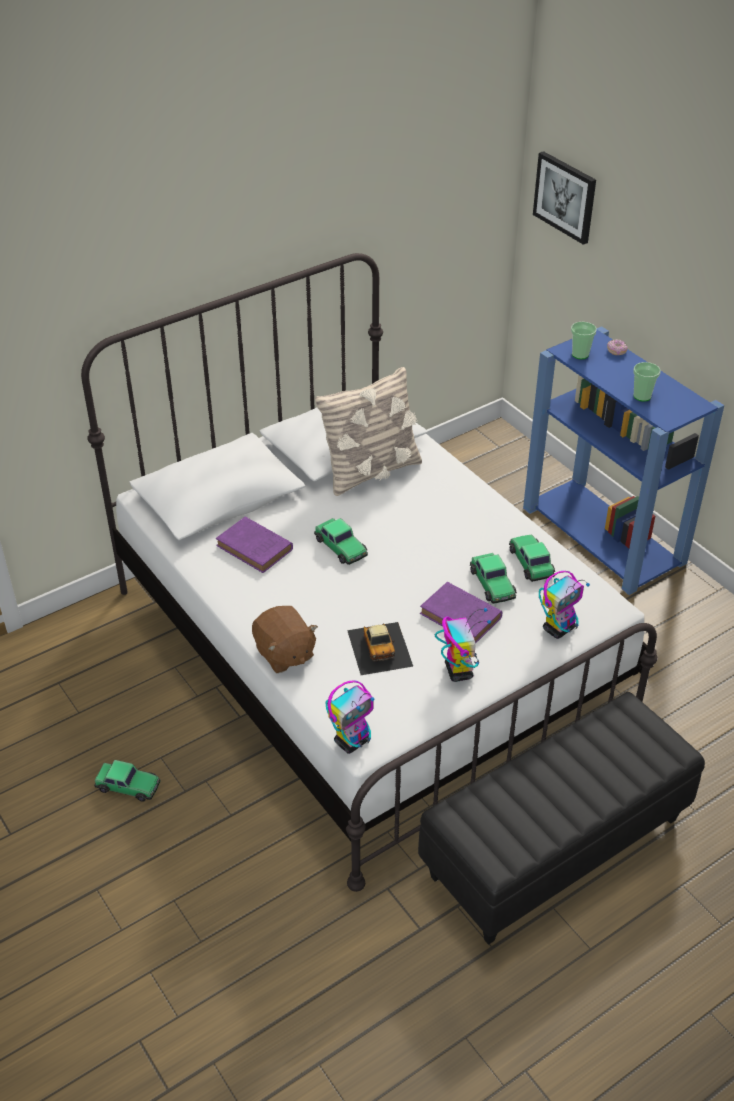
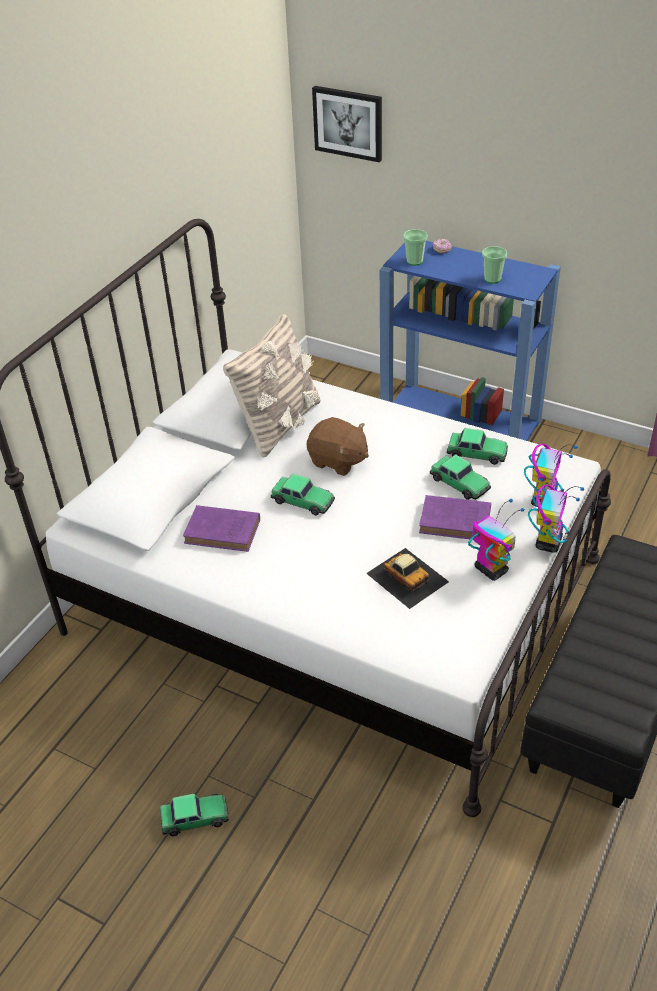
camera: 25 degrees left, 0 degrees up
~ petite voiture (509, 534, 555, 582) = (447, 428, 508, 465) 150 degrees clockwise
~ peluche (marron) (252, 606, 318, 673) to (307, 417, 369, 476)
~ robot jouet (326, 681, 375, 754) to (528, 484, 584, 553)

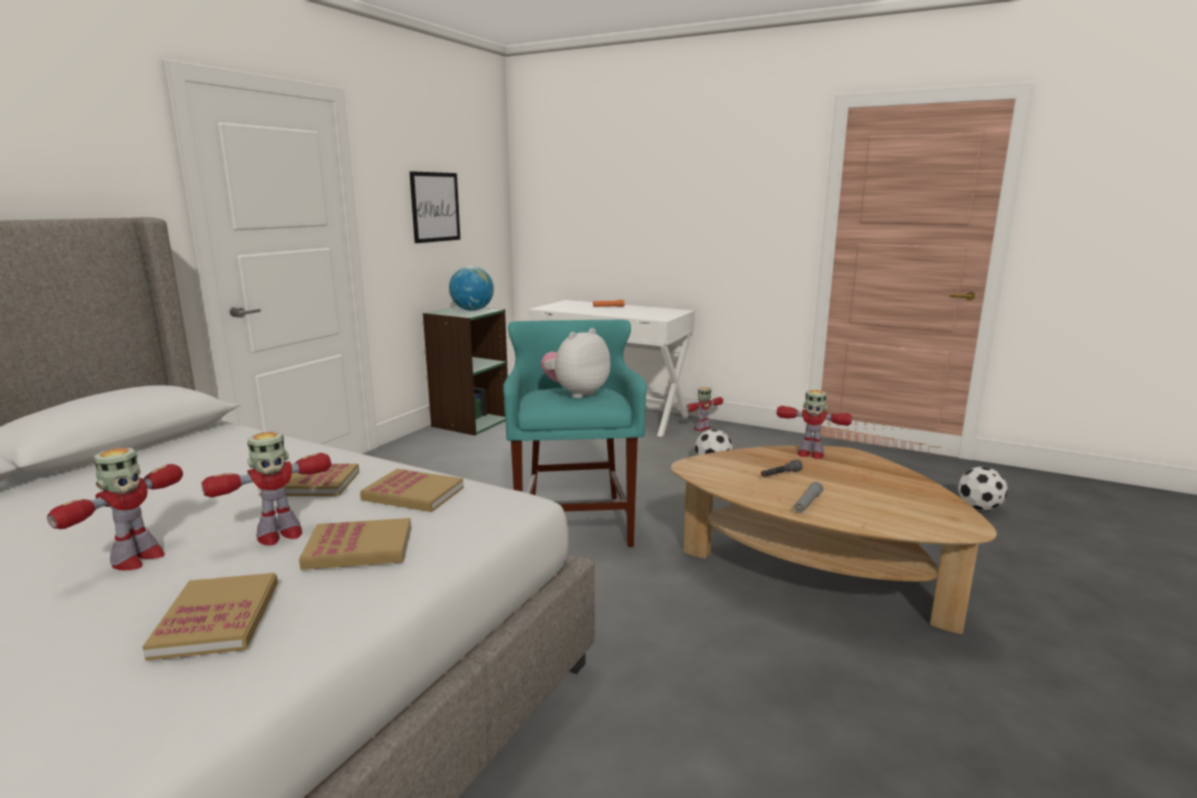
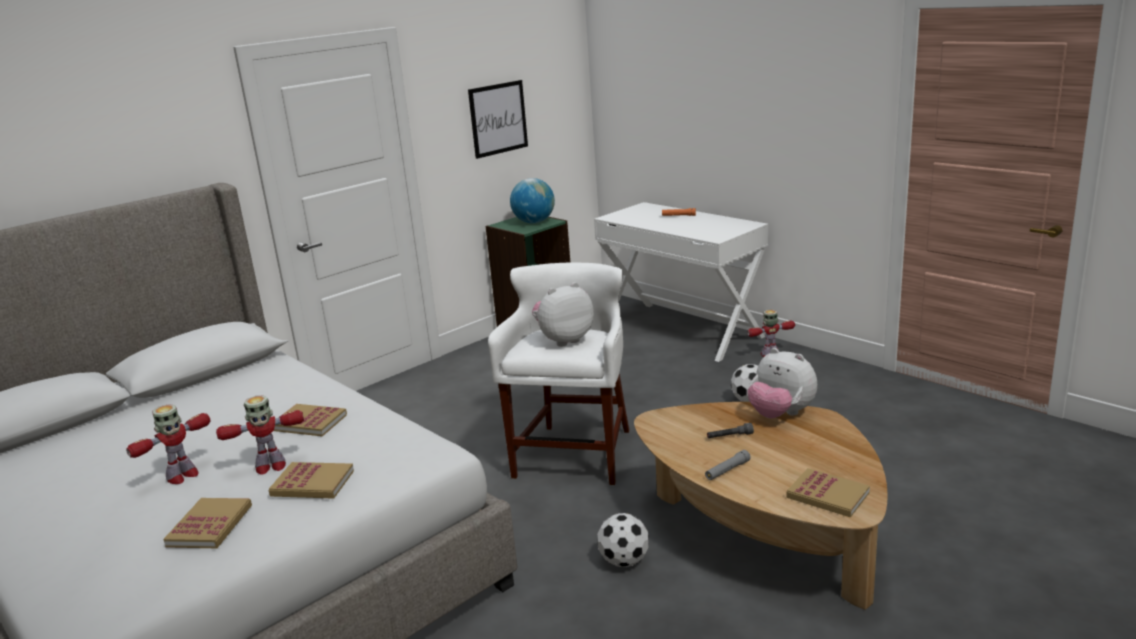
camera: 20 degrees right, 5 degrees up
~ tabouret (turquoise) (503, 320, 647, 547) to tabouret (blanc) (488, 263, 630, 485)
~ robot jouet (777, 390, 852, 459) to peluche (748, 348, 817, 419)
~ ballon de foot (958, 467, 1008, 510) to (597, 513, 649, 567)
~ livre (360, 469, 464, 512) to (786, 468, 870, 517)

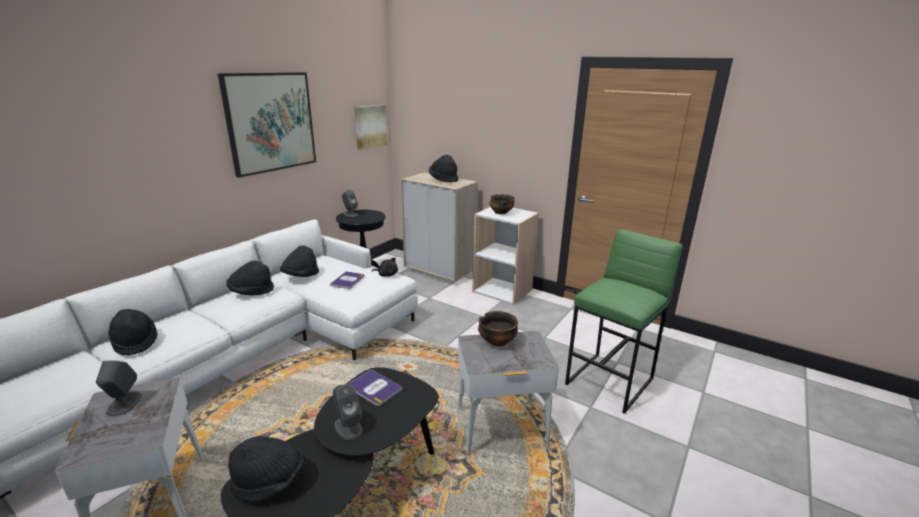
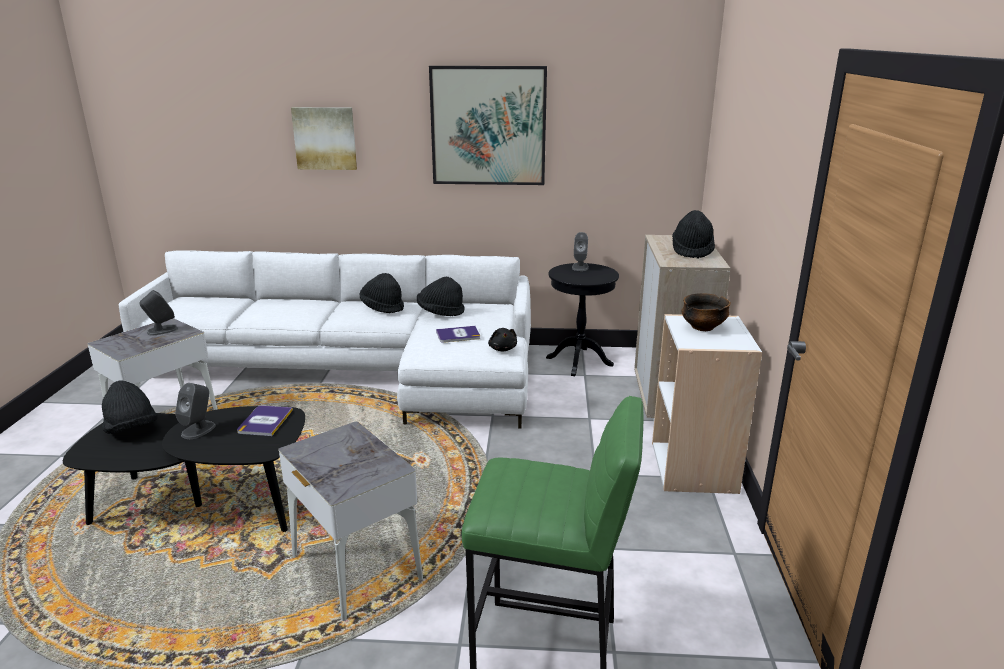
camera: 60 degrees right, 0 degrees up
~ tableau (354, 105, 387, 150) to (291, 107, 357, 170)
- chapeau (noir) (108, 309, 158, 355)
- bol (478, 311, 518, 346)

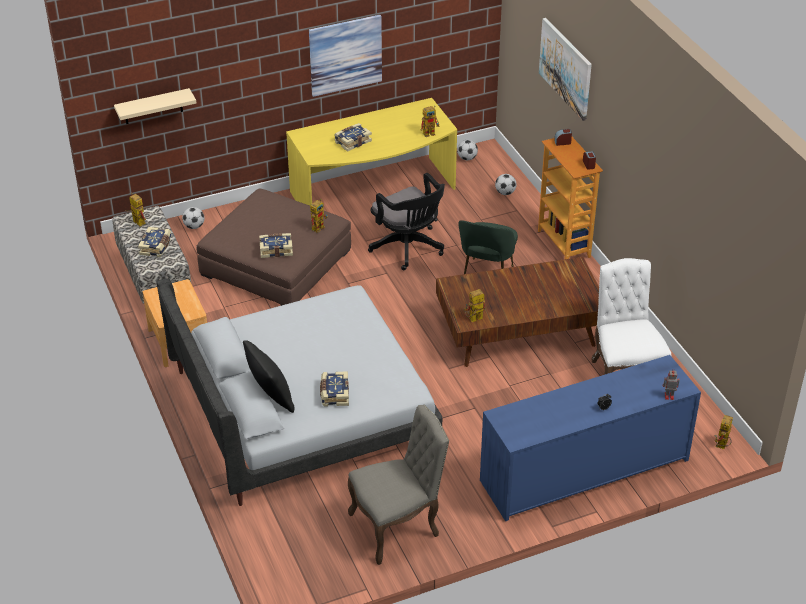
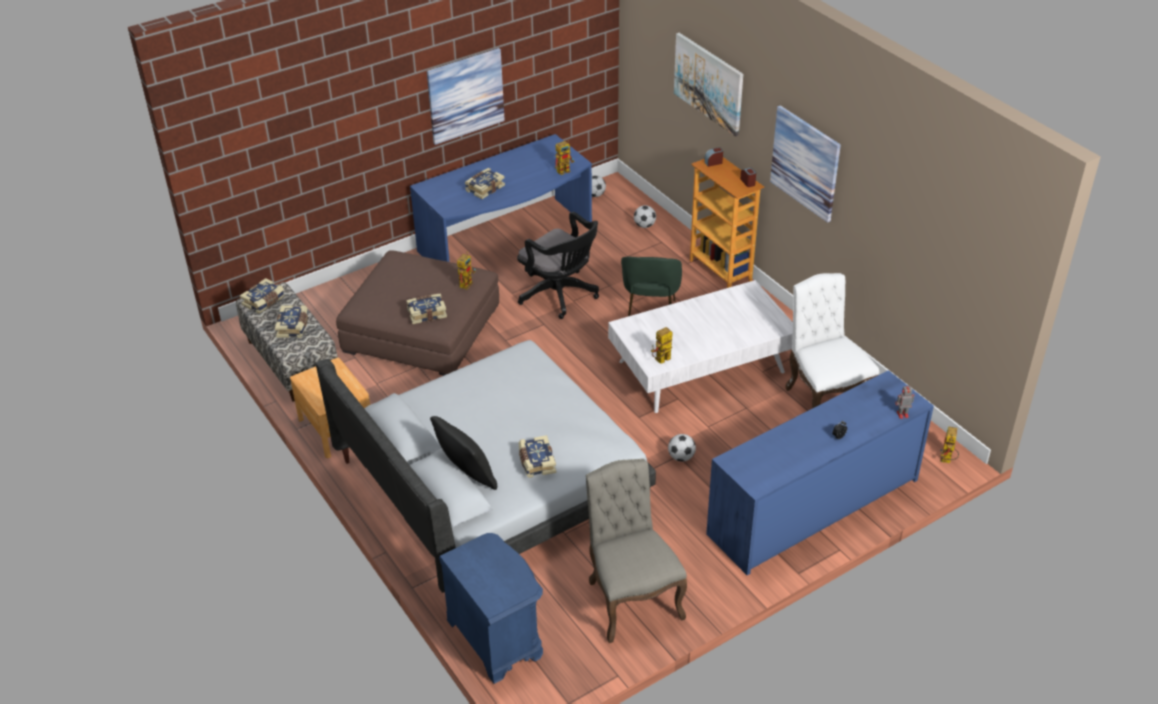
camera: 10 degrees left, 0 degrees up
- étagère (beige) (114, 88, 196, 124)
~ bureau (jaune) (286, 98, 457, 205) to bureau (bleu) (410, 134, 592, 262)
~ robot jouet (125, 193, 146, 226) to livre (240, 278, 285, 314)
~ ballon de foot (182, 207, 204, 229) to (668, 434, 696, 462)
~ table basse (marron) (436, 257, 599, 367) to table basse (blanc) (608, 280, 793, 413)
~ chaise (gris) (348, 405, 449, 565) = (586, 459, 687, 643) 75 degrees counterclockwise
+ tableau (770, 105, 841, 223)
+ table de chevet (bleu) (439, 533, 543, 684)

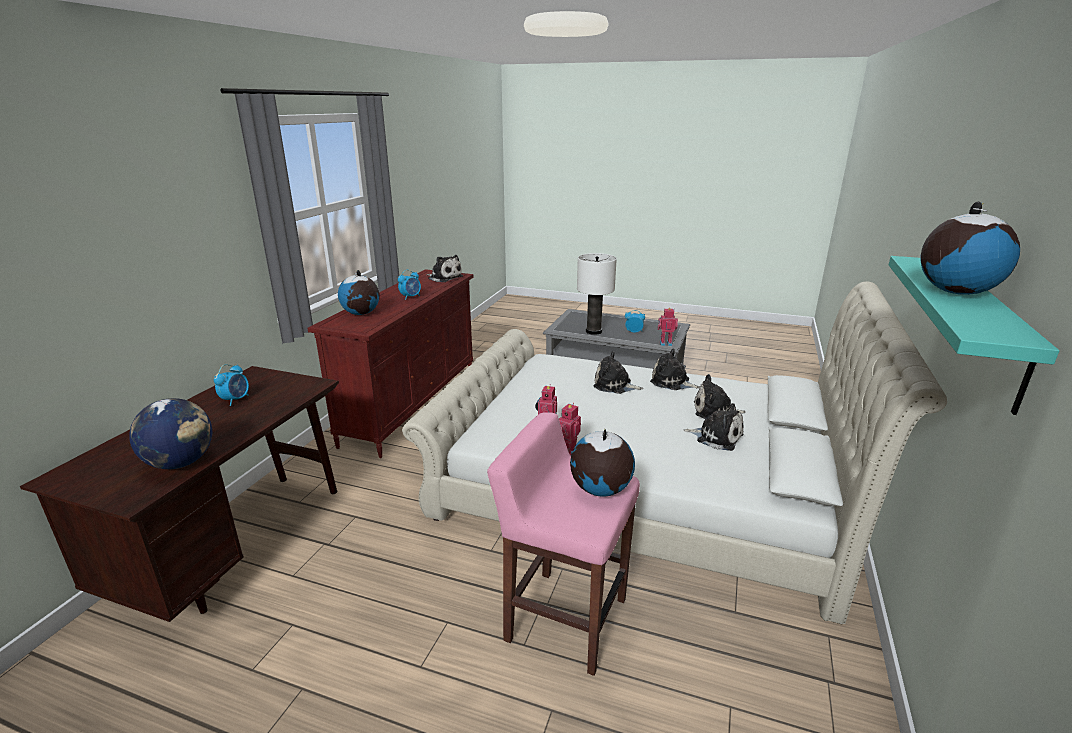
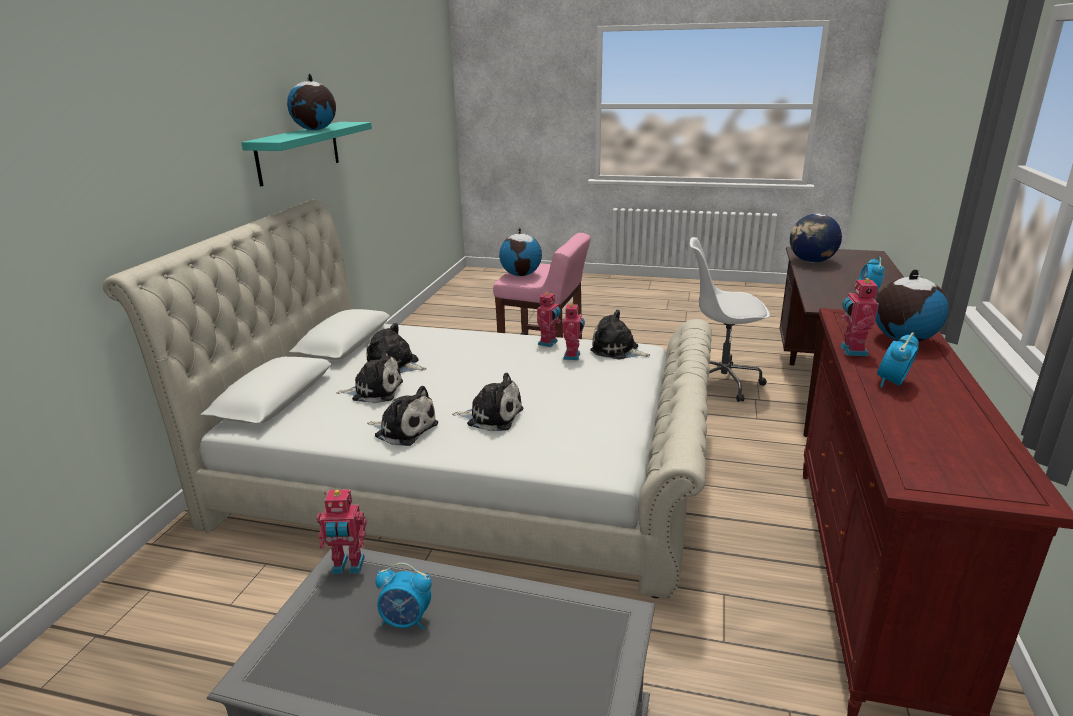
camera: 175 degrees right, 0 degrees up
- lampe de table (blanc) (577, 253, 617, 335)
~ peluche (427, 255, 463, 282) to (590, 310, 650, 360)
+ chaise de bureau (blanc) (690, 237, 770, 402)
+ robot jouet (840, 277, 878, 356)

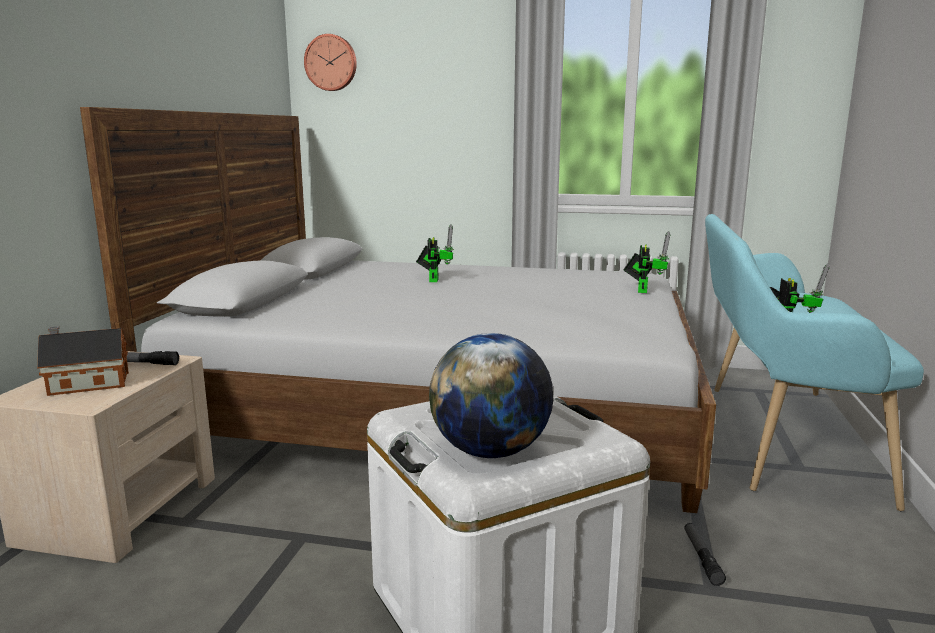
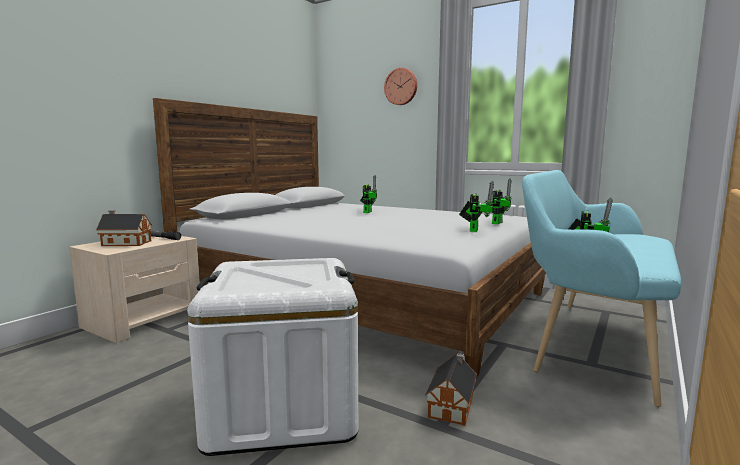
camera: 20 degrees right, 5 degrees down
~ horloge murale (304, 34, 357, 91) to (384, 68, 417, 105)
- globe (429, 333, 554, 458)
~ lampe de poche (684, 523, 726, 586) to maison miniature (425, 353, 477, 426)
+ robot jouet (459, 181, 494, 232)

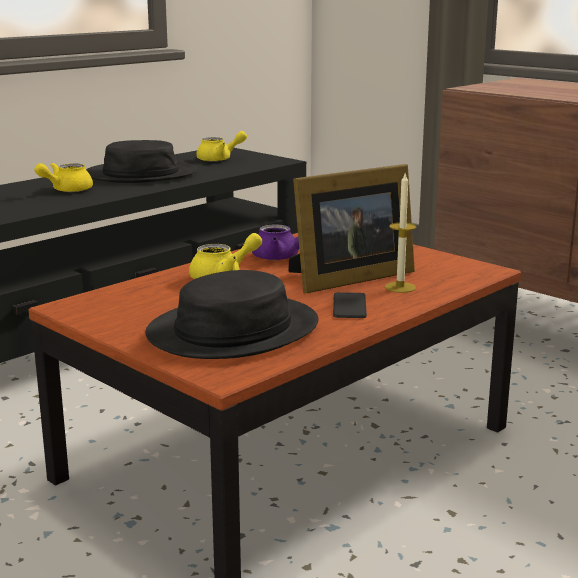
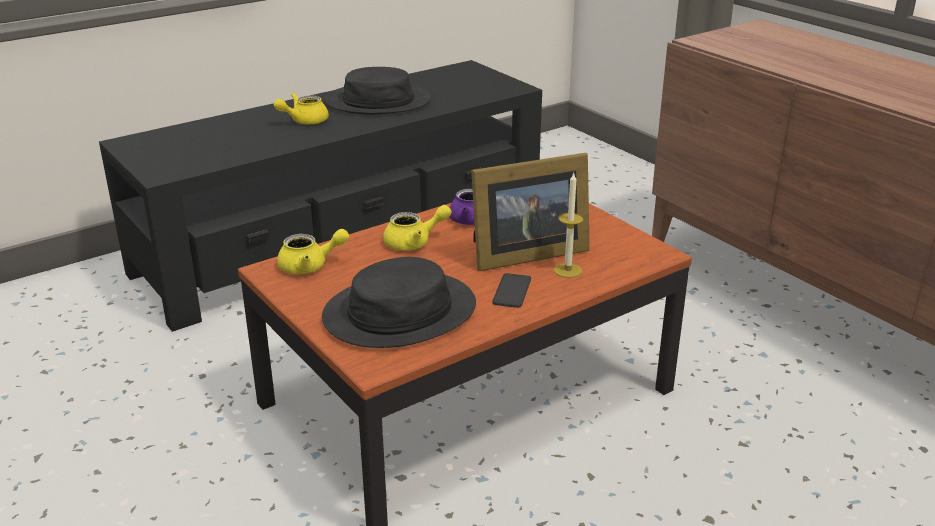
camera: 10 degrees right, 10 degrees up
~ théière (jaune) (196, 131, 247, 162) to (277, 229, 349, 274)

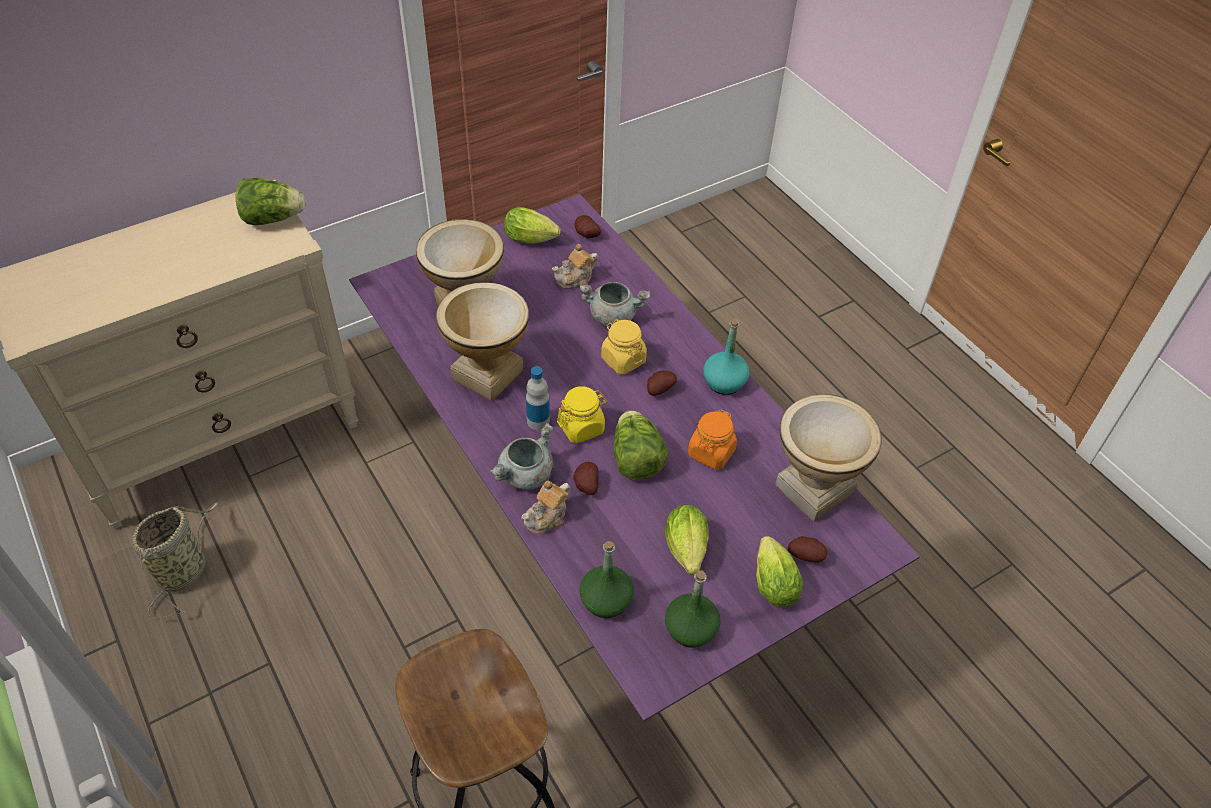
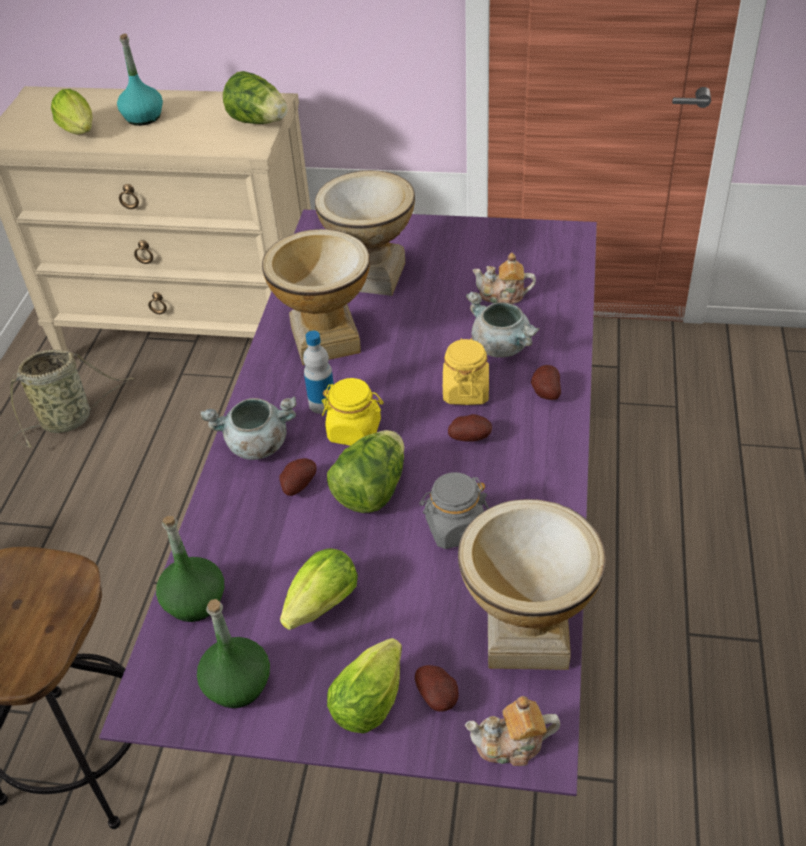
camera: 45 degrees right, 5 degrees down
~ laitue (504, 207, 561, 243) to (51, 89, 93, 135)
~ pomme de terre (575, 215, 601, 238) to (531, 365, 561, 400)
~ bouteille (turquoise) (703, 318, 749, 395) to (117, 34, 163, 126)
~ bocal (orange) (688, 409, 737, 470) to bocal (gris) (419, 472, 489, 549)
~ théière (522, 481, 571, 534) to (465, 696, 560, 766)

